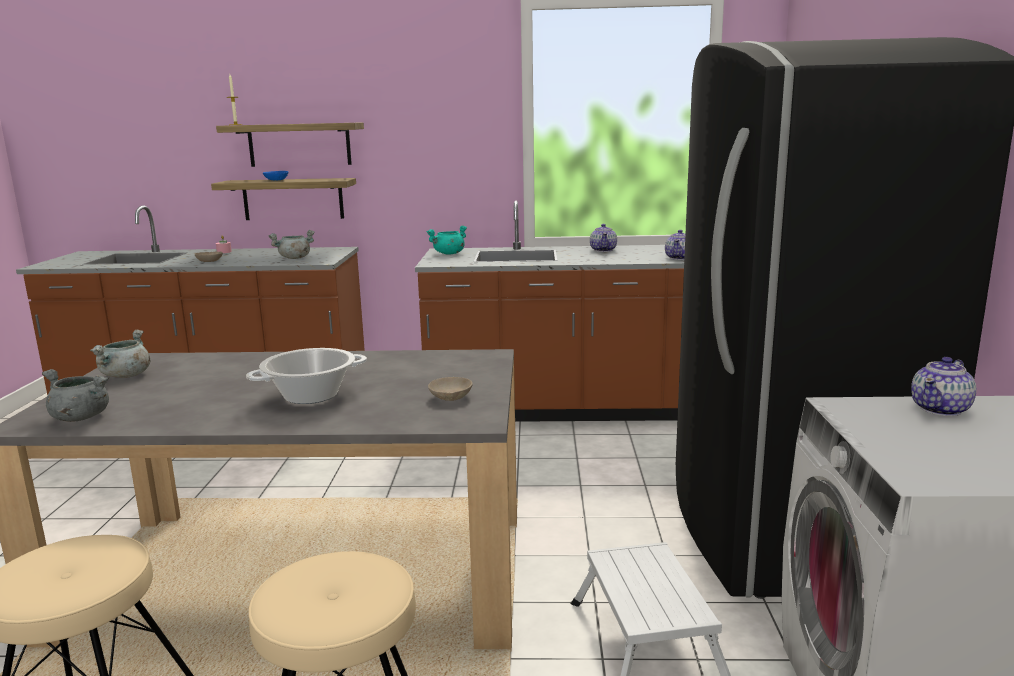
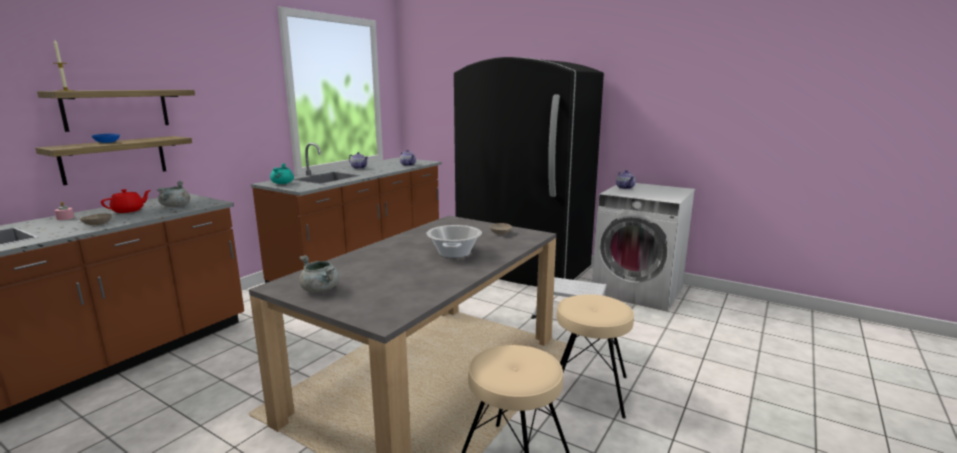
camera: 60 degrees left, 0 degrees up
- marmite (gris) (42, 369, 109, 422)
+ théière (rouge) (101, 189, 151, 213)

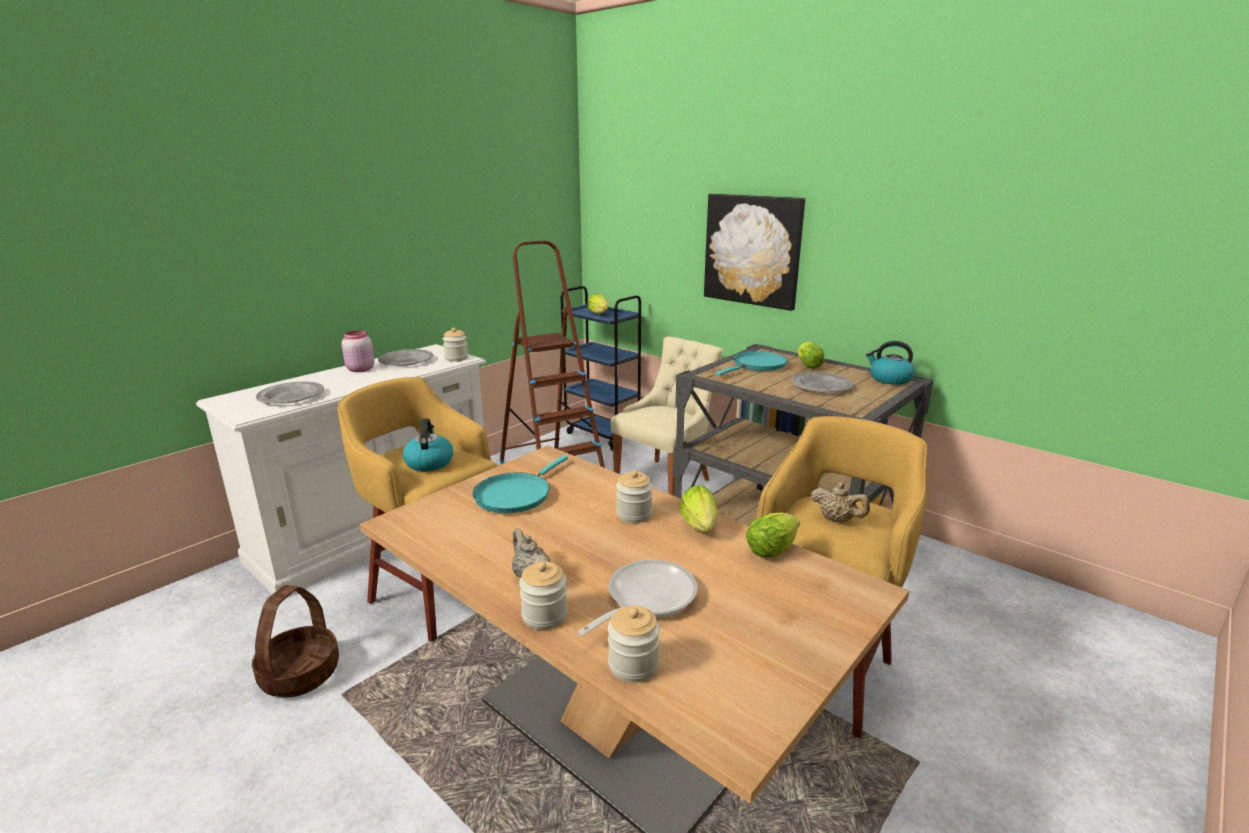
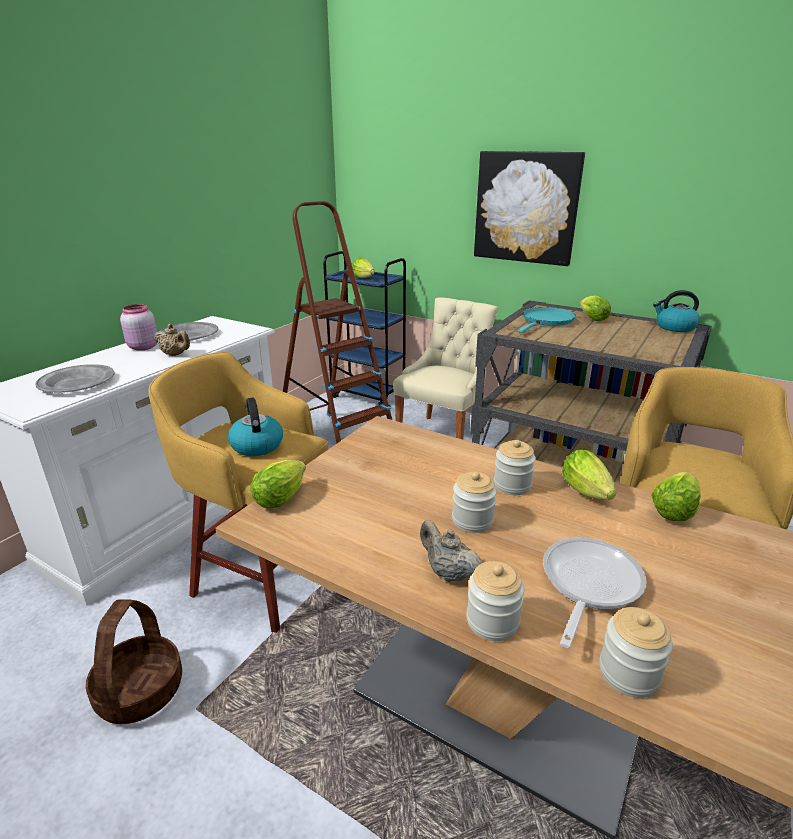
camera: 10 degrees left, 5 degrees up
~ bocal (443, 328, 468, 361) to (452, 472, 497, 533)
- assiette (gris) (792, 372, 853, 393)
- poêle (turquoise) (473, 455, 568, 513)
~ théière (beige) (811, 482, 870, 522) to (154, 324, 190, 356)
+ laitue (250, 460, 306, 508)

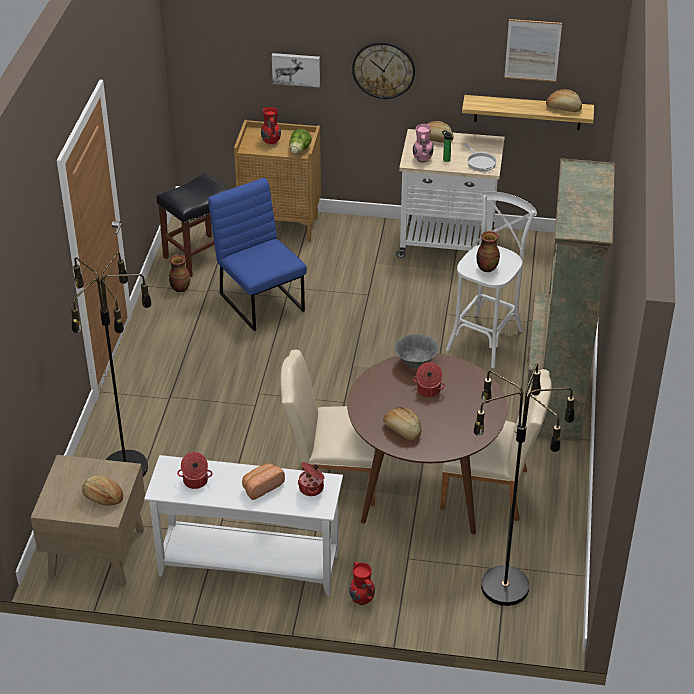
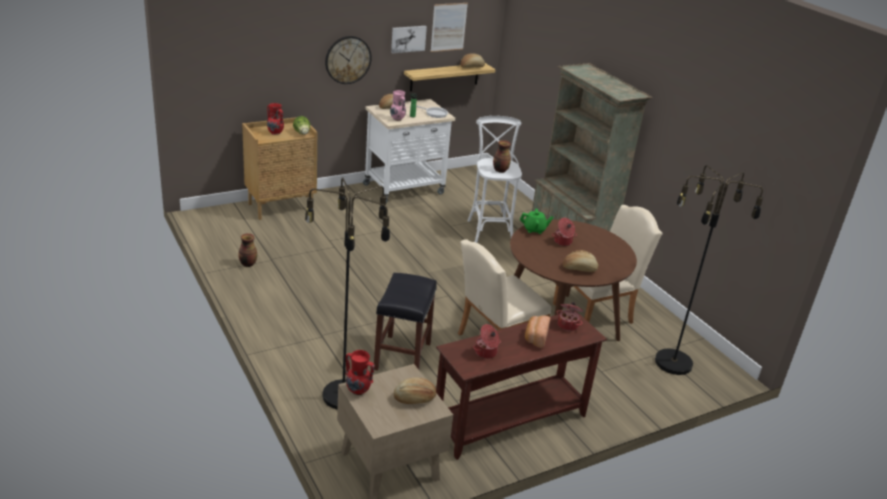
camera: 40 degrees left, 10 degrees down
~ tableau (272, 53, 320, 87) to (391, 26, 427, 53)
~ tabouret (noir) (157, 173, 230, 277) to (374, 273, 437, 371)
- chaise (bleu) (208, 178, 307, 331)
~ bol (gris) (395, 334, 439, 368) to théière (vert) (520, 209, 554, 234)
~ table console (blanc) (144, 455, 343, 596) to table console (marron) (436, 311, 607, 460)
~ vase (rouge) (349, 562, 375, 605) to (345, 350, 375, 395)

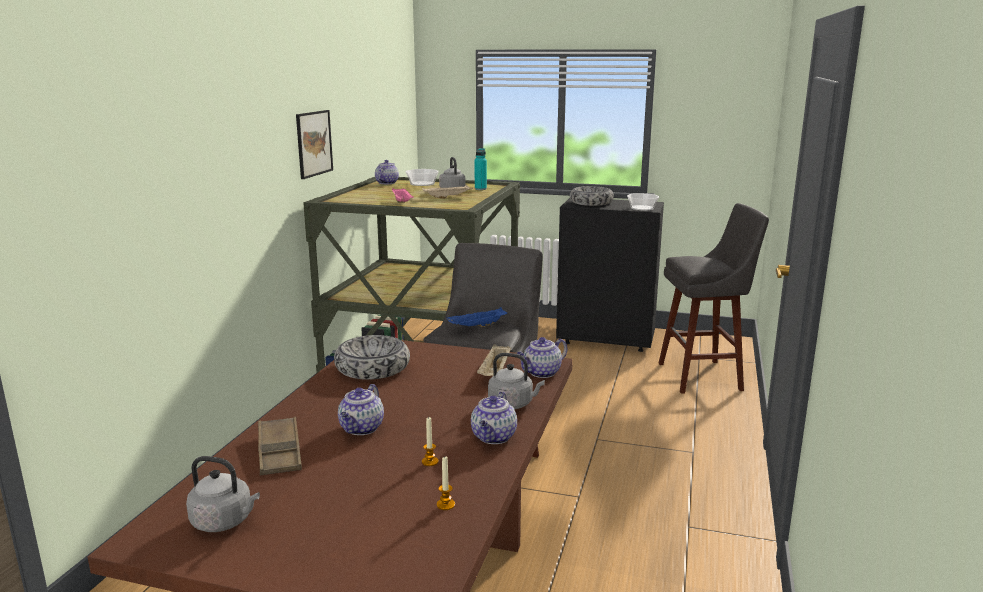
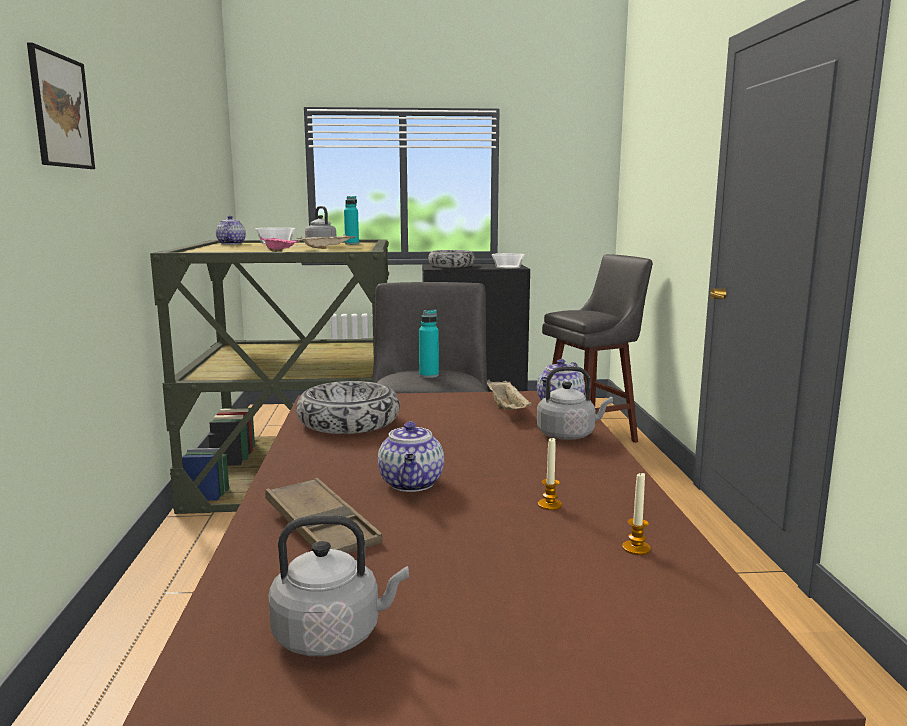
camera: 20 degrees left, 5 degrees down
~ tableau (296, 110, 333, 179) to (27, 42, 95, 169)
~ plateau (bleu) (446, 307, 507, 327) to bouteille (turquoise) (419, 310, 439, 378)
- théière (471, 391, 517, 444)

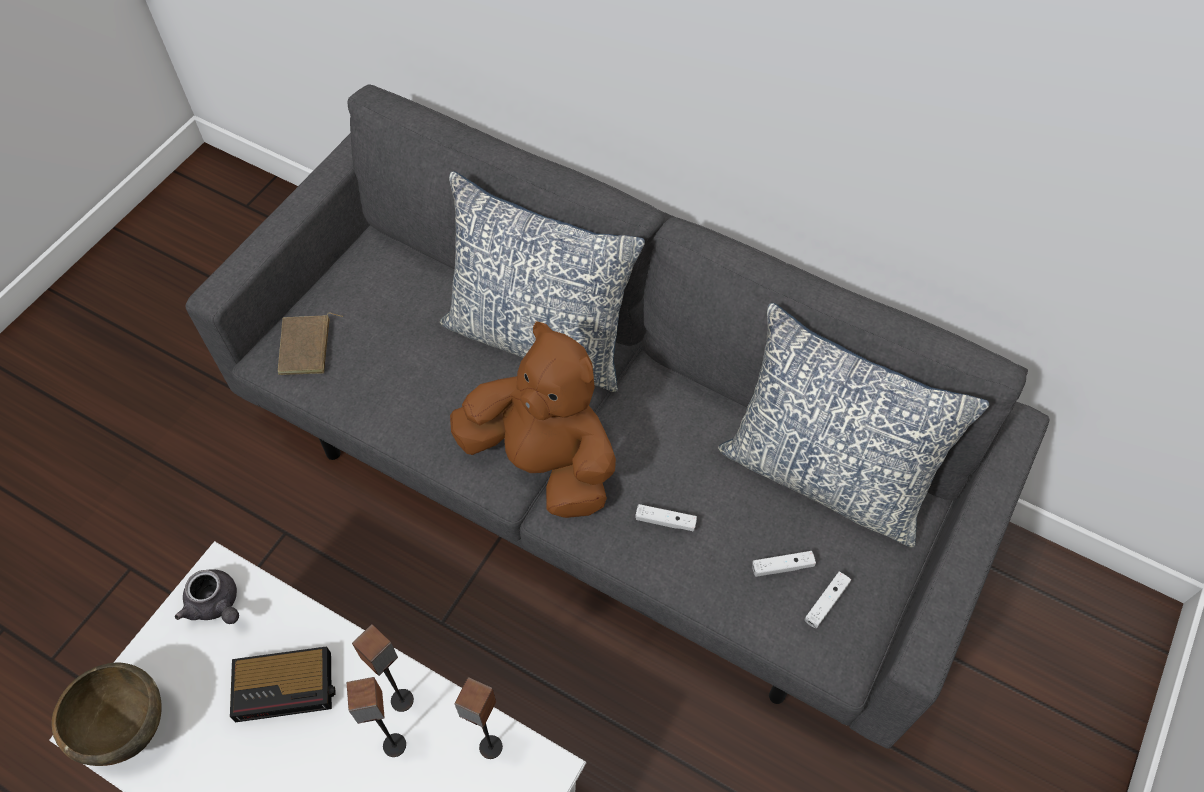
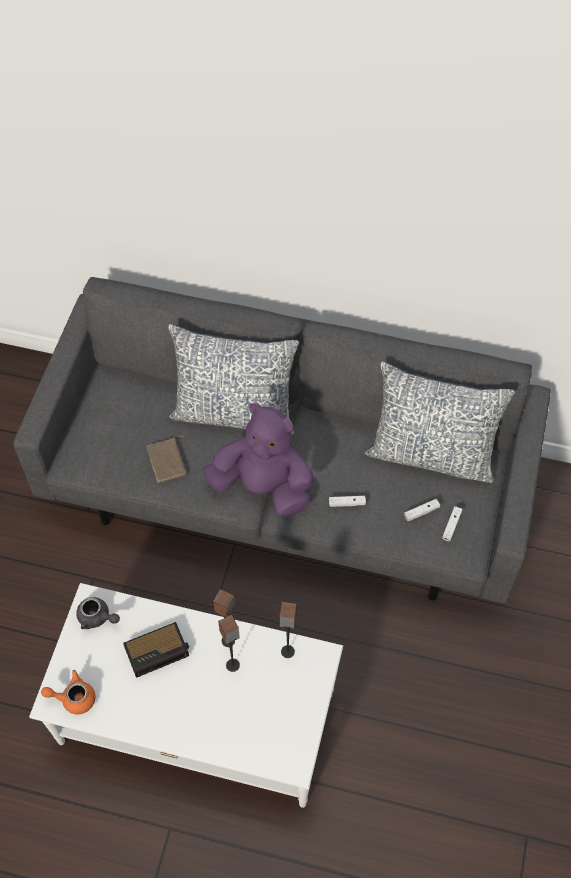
camera: 15 degrees left, 0 degrees up
~ livre (marron) (278, 313, 343, 375) to (146, 436, 186, 483)
~ peluche (marron) (450, 321, 616, 518) to peluche (violet) (202, 403, 314, 516)
~ bol (marron) (51, 663, 162, 766) to théière (orange) (41, 670, 96, 715)

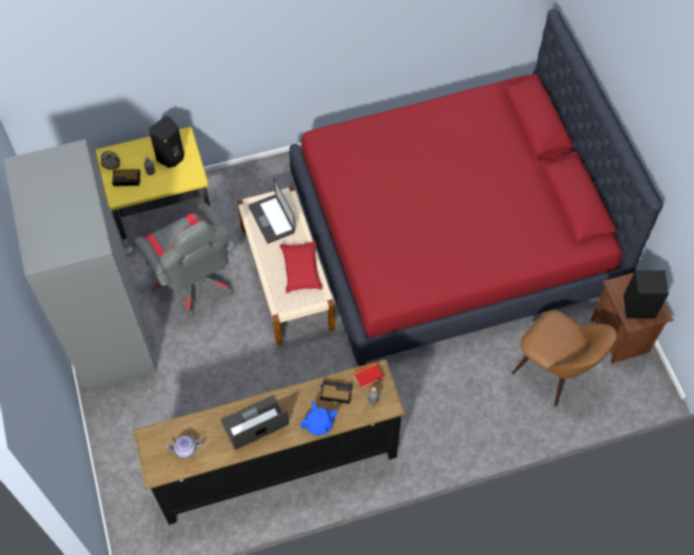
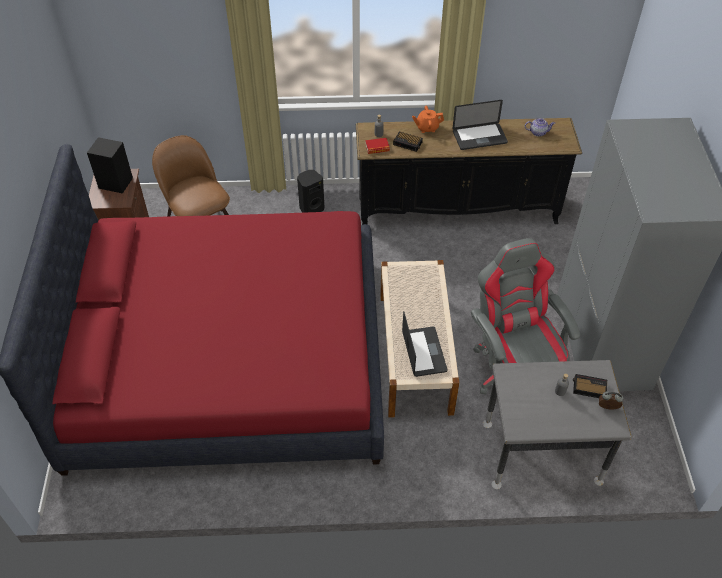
camera: 165 degrees left, 10 degrees down
~ enceinte (noir) (149, 116, 184, 168) to (297, 170, 324, 213)
~ bureau (jaune) (95, 127, 210, 253) to bureau (gris) (483, 360, 632, 489)
- coussin (rouge) (280, 240, 323, 293)
~ théière (bleu) (300, 401, 338, 435) to théière (orange) (412, 106, 444, 133)

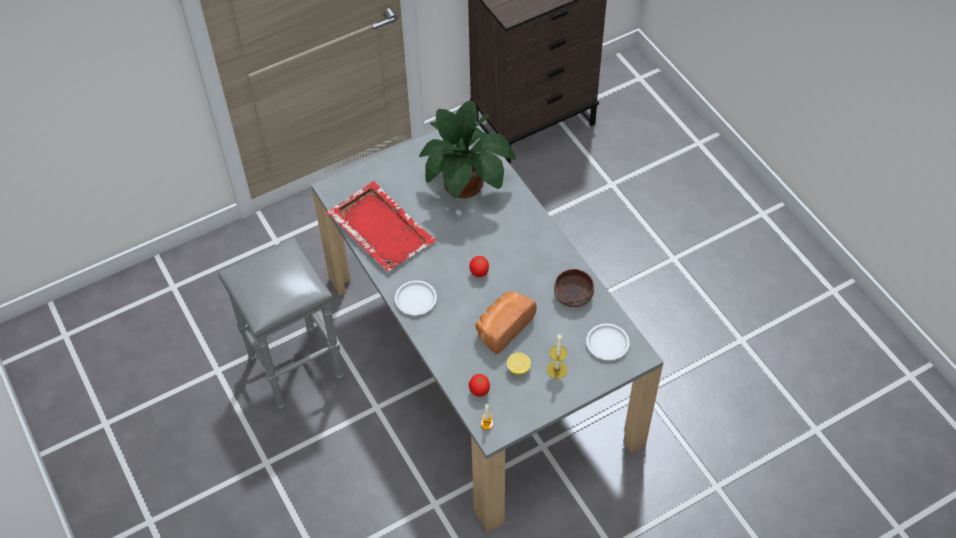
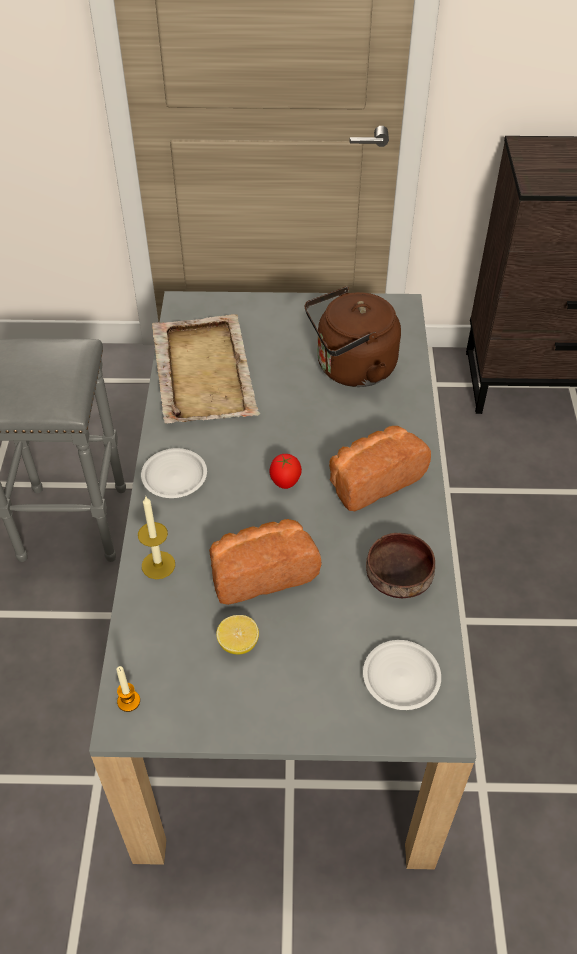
camera: 30 degrees right, 5 degrees down
~ plante en pot (419, 100, 516, 198) to bouilloire (marron) (305, 286, 401, 387)
~ plateau (rouge) (327, 181, 436, 271) to plateau (beige) (152, 314, 261, 424)
~ bougie (547, 334, 567, 379) to (138, 497, 175, 579)
- tomate (469, 374, 490, 396)
+ pain (329, 426, 431, 511)

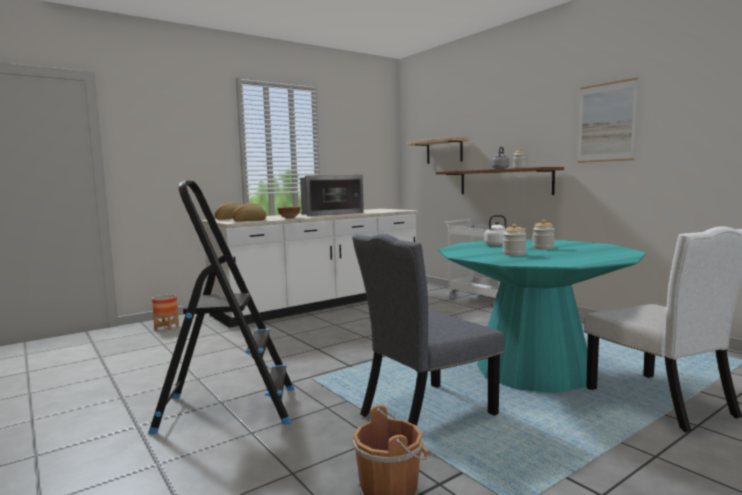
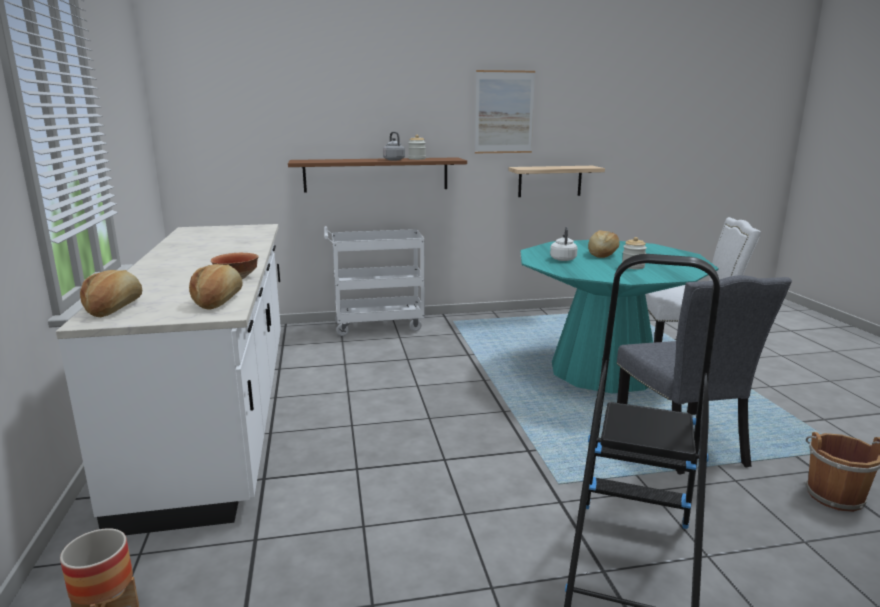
camera: 65 degrees left, 10 degrees up
~ étagère (407, 137, 469, 164) to (508, 166, 605, 197)
- micro-ondes (300, 175, 364, 216)
~ bocal (532, 220, 555, 249) to pain (588, 230, 619, 258)

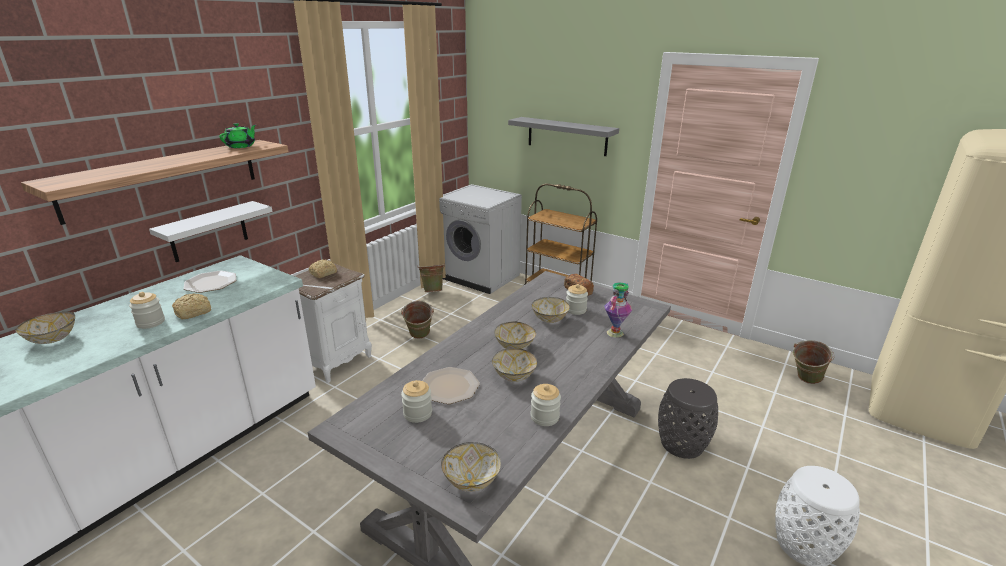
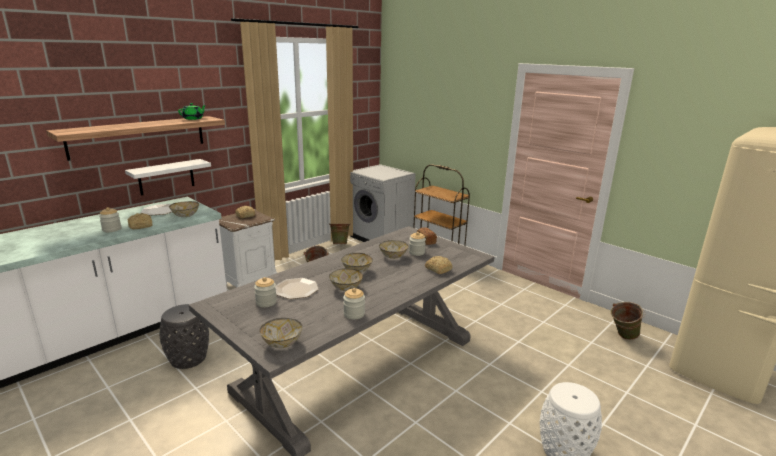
camera: 10 degrees right, 5 degrees down
- étagère (gris) (508, 117, 619, 156)
~ vase (604, 282, 632, 338) to pain (425, 256, 453, 274)
~ bol (15, 312, 75, 344) to (169, 201, 199, 217)
~ tabouret (gris) (658, 378, 718, 459) to (160, 304, 209, 369)

